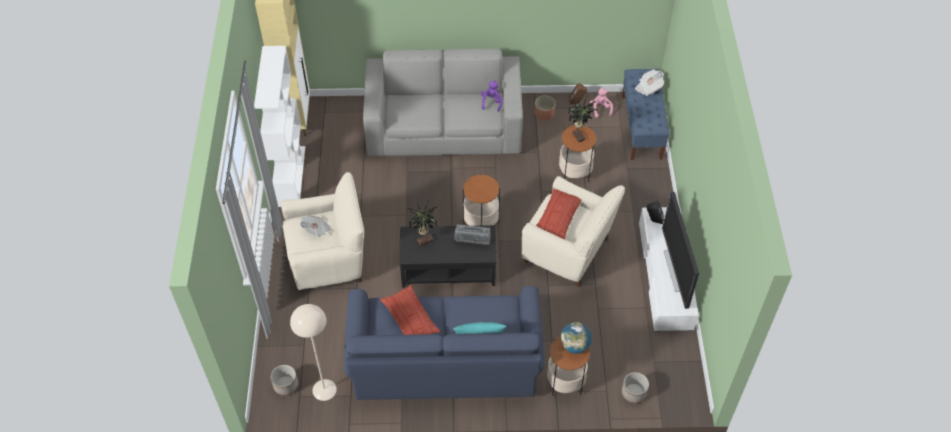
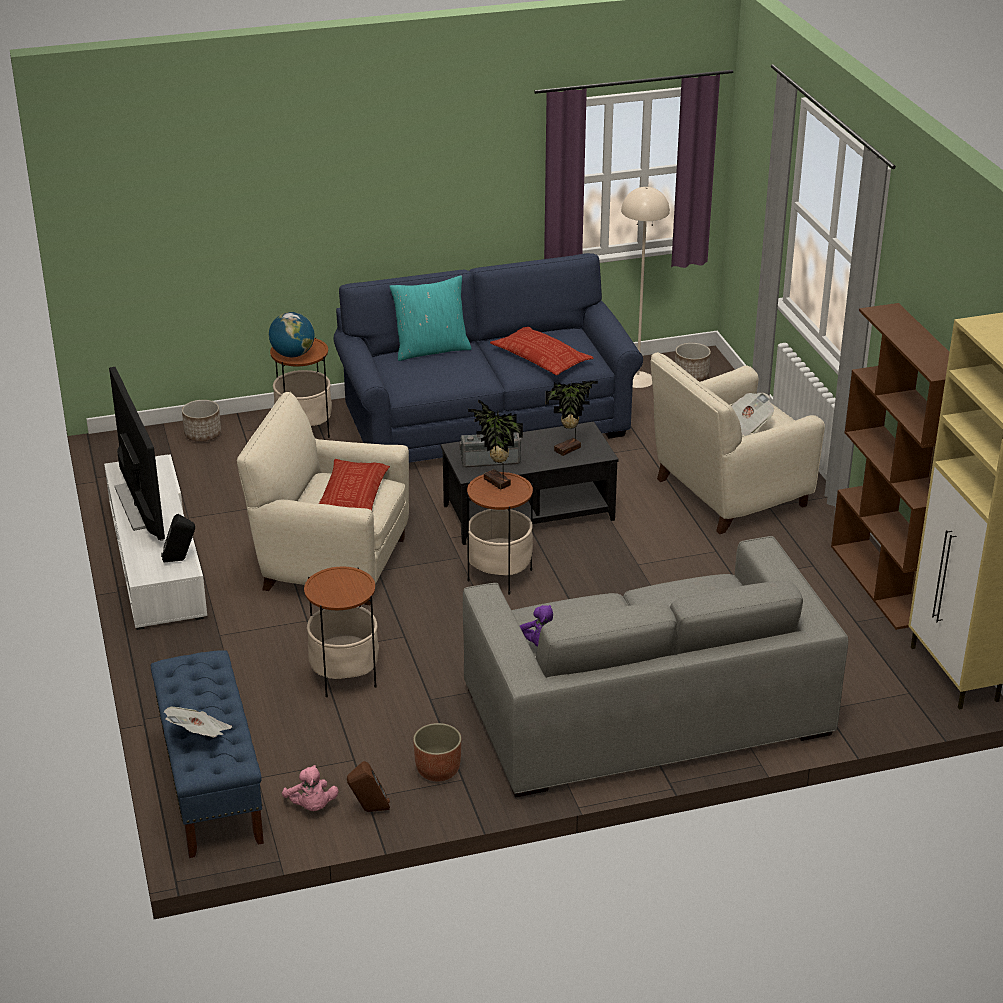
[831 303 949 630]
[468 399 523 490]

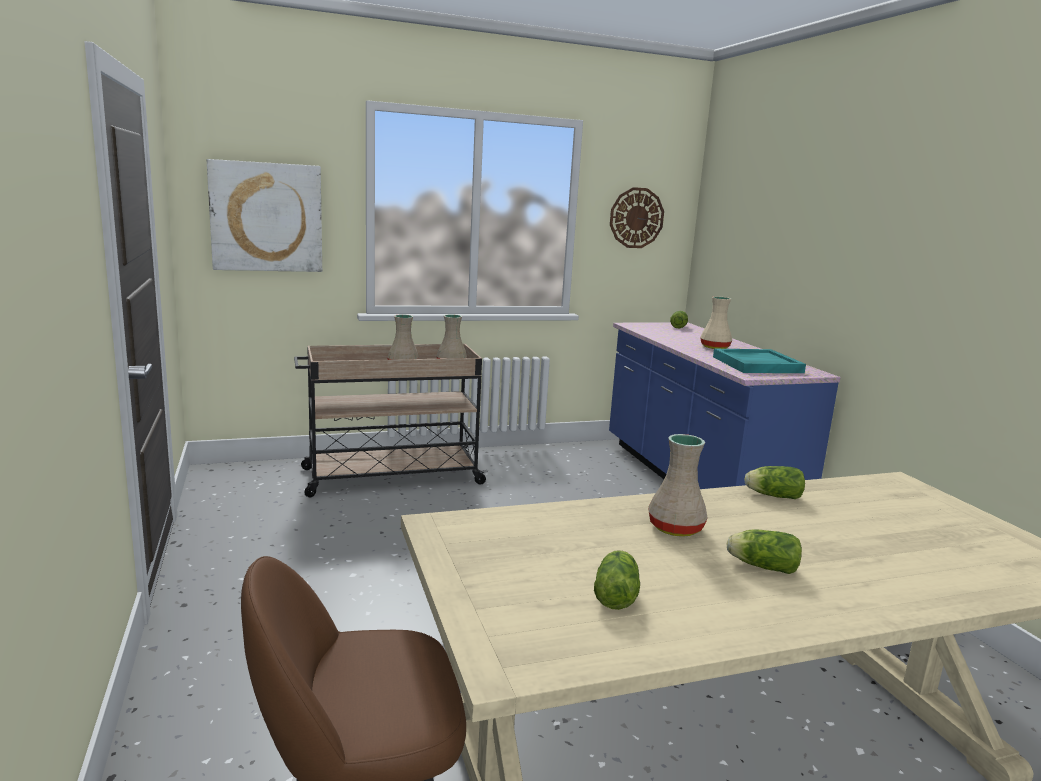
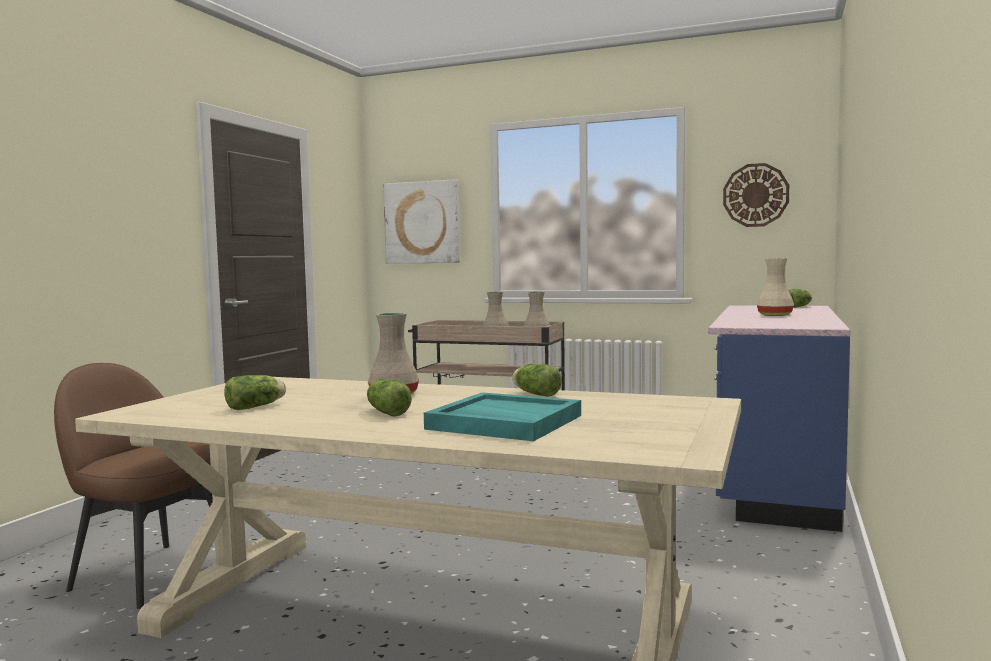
[424 392 581 441]

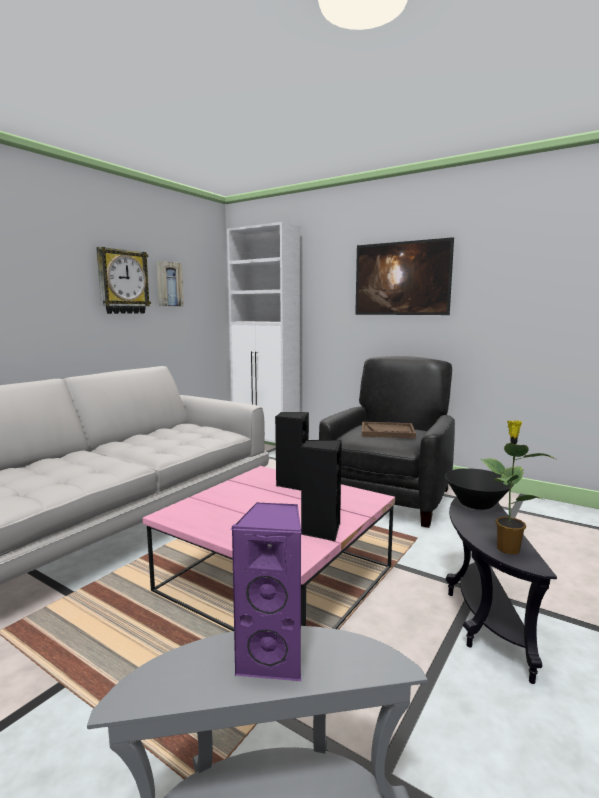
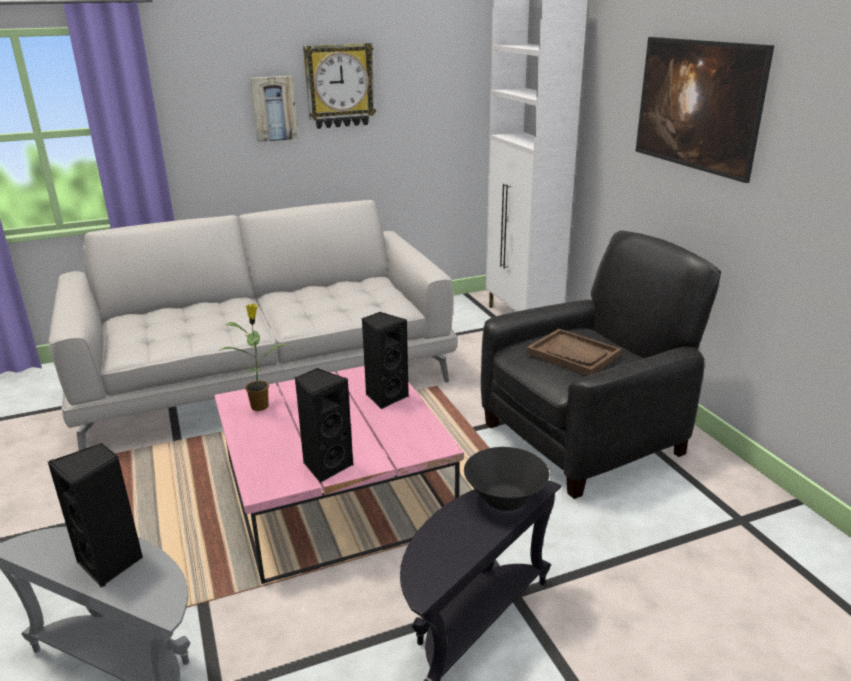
[250 76 298 142]
[48 443 143 588]
[218 304 288 411]

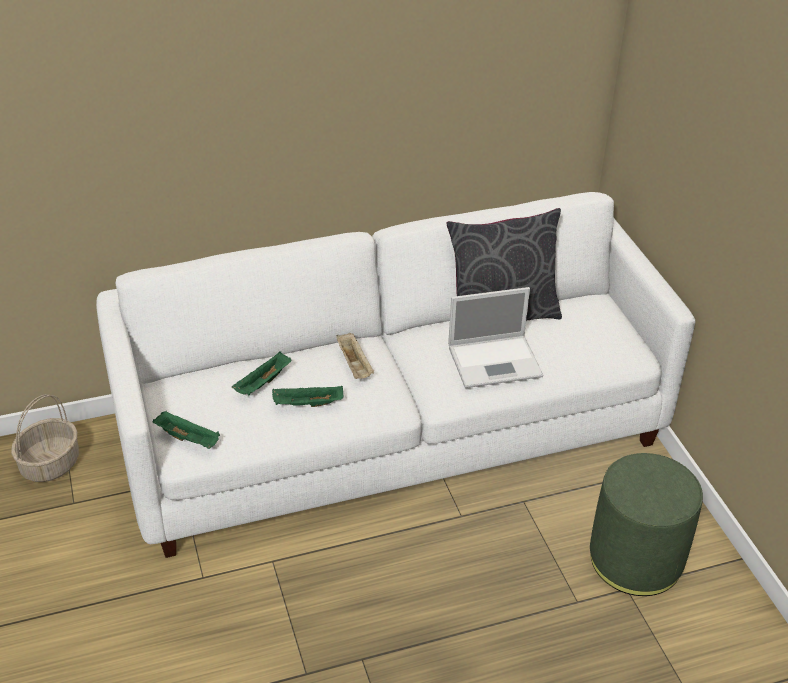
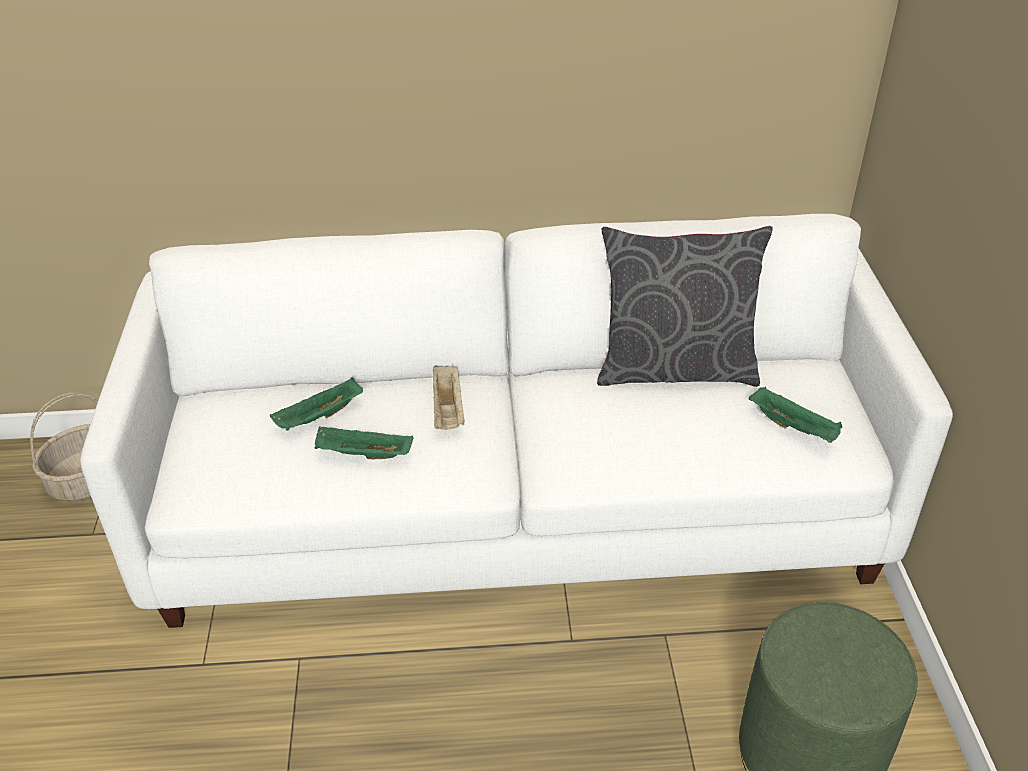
[749 387 842 443]
[448 287 543 388] (first image)

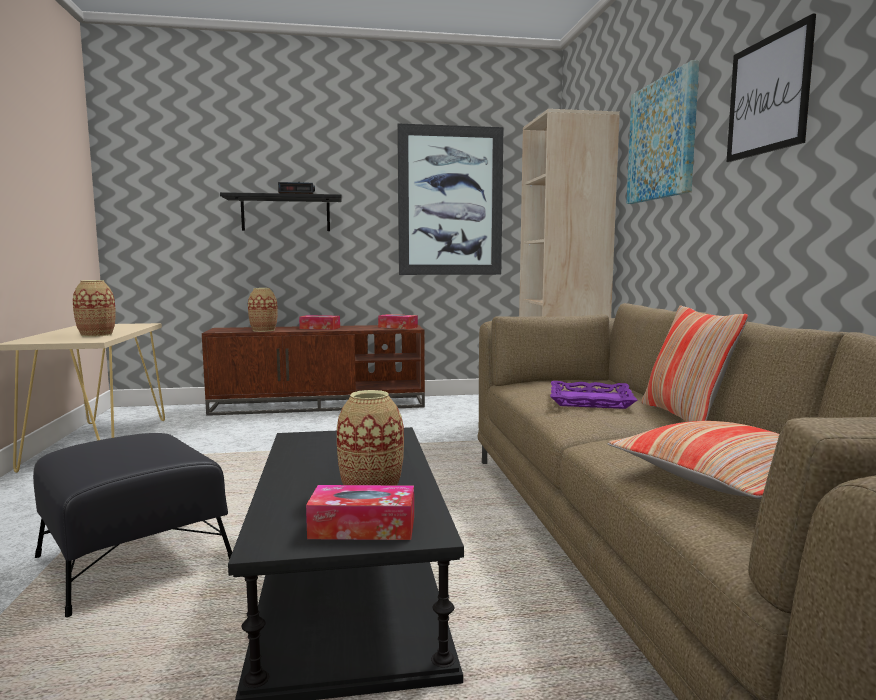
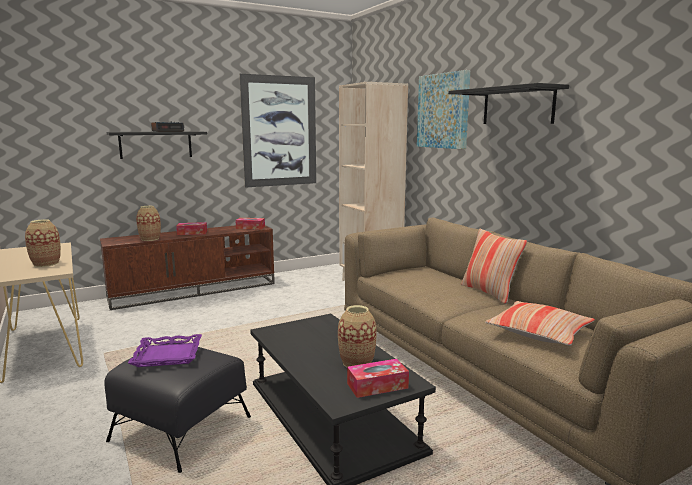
[128 334 202 367]
[448 83 569 124]

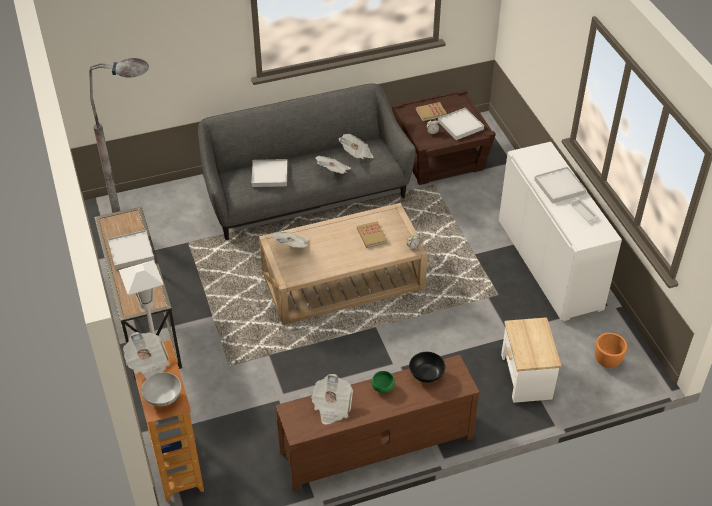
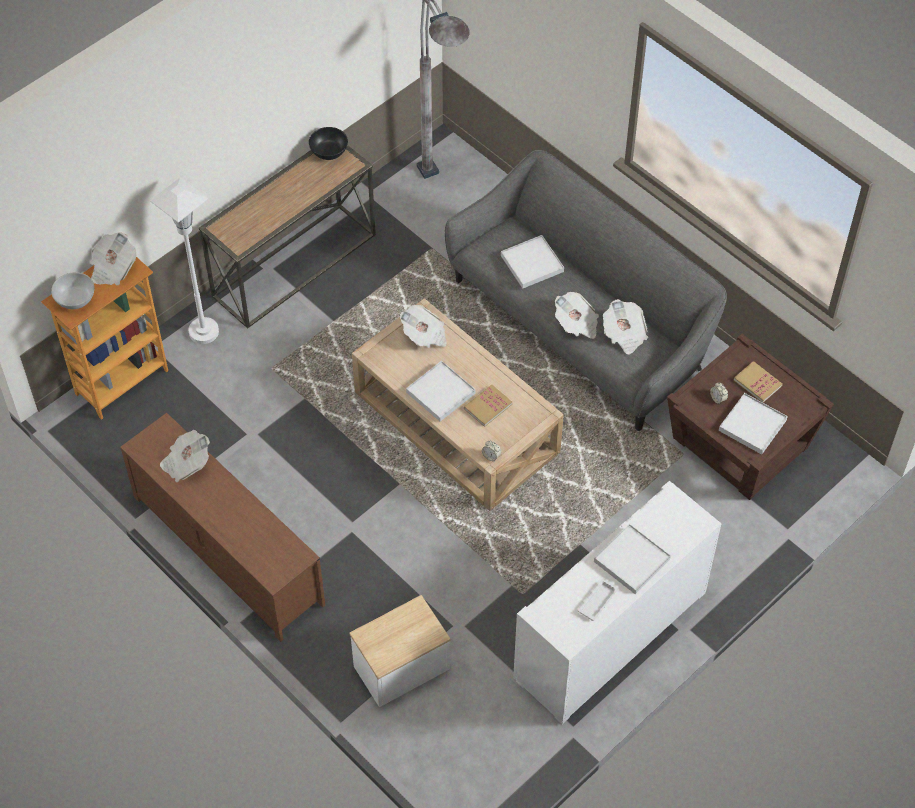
[406 361 475 422]
[372 371 395 393] (first image)
[309 127 348 160]
[595 333 627 368] (first image)

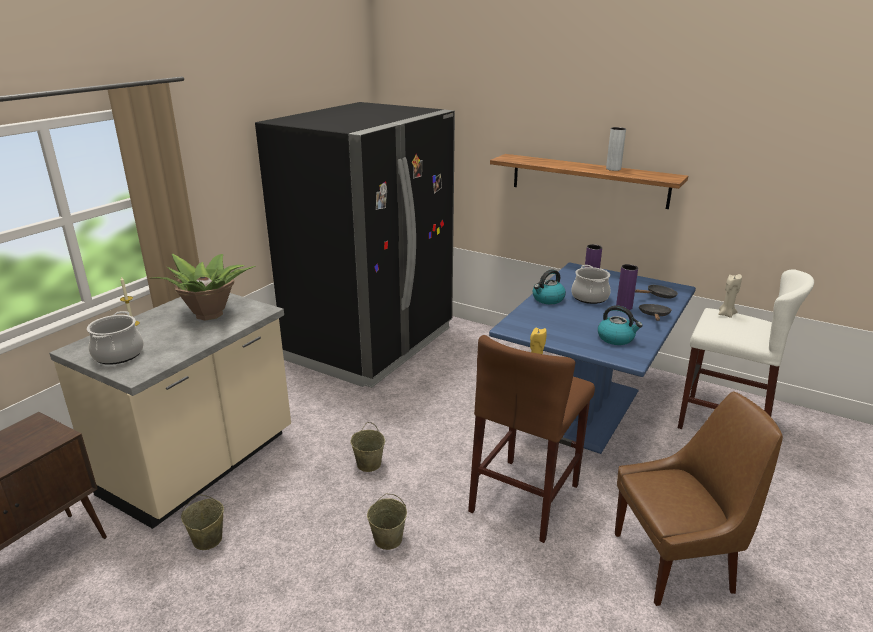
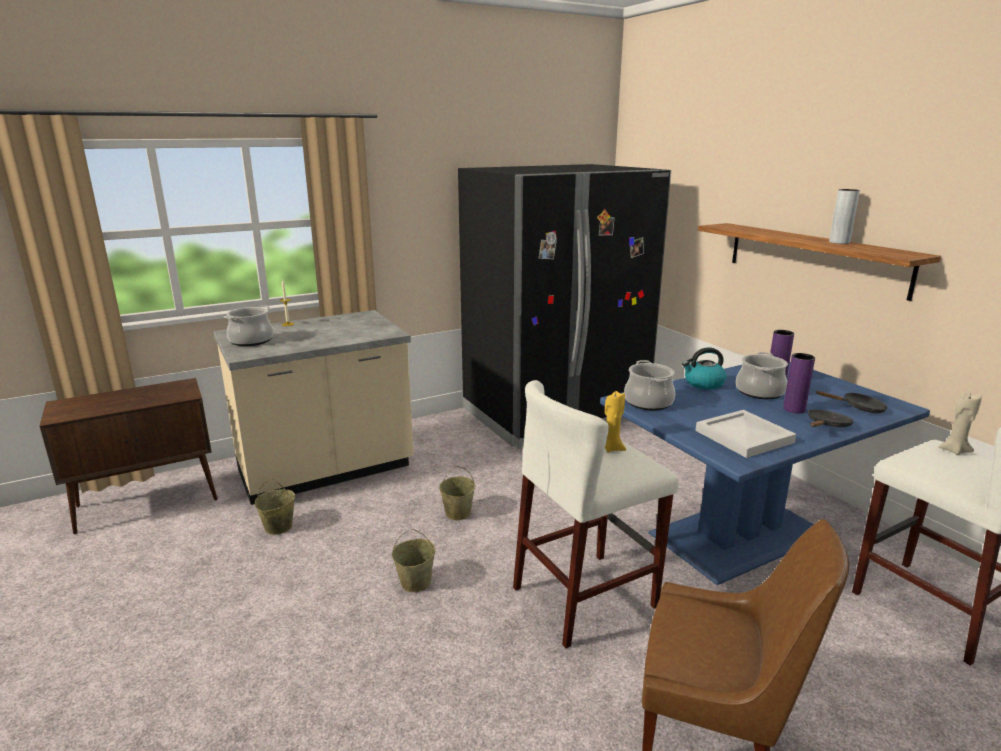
[153 254 256 321] (first image)
[513 380 679 648]
[696 410 796 458]
[624 360 675 410]

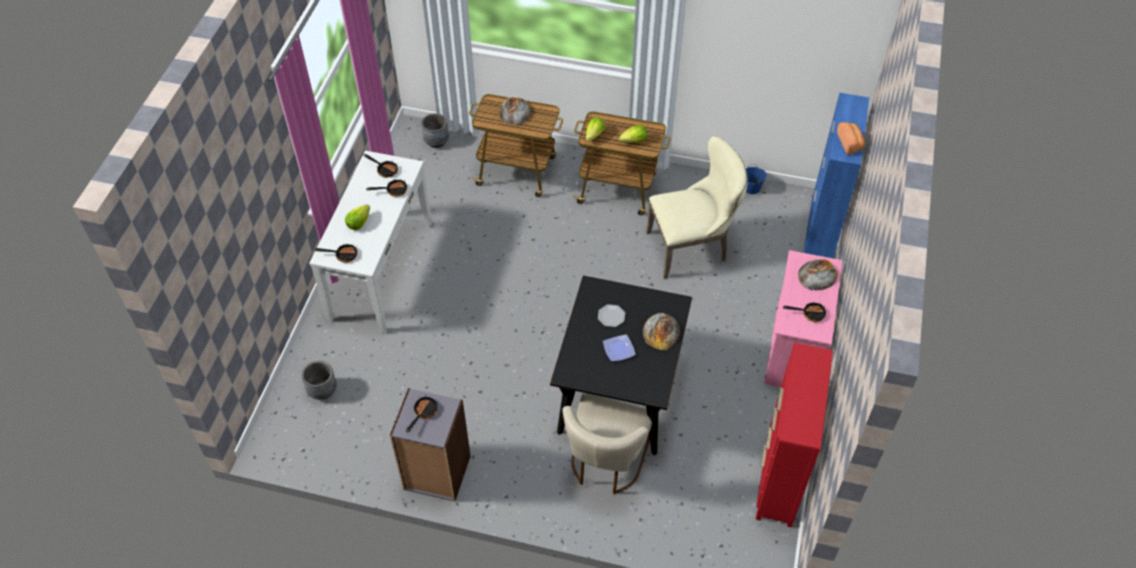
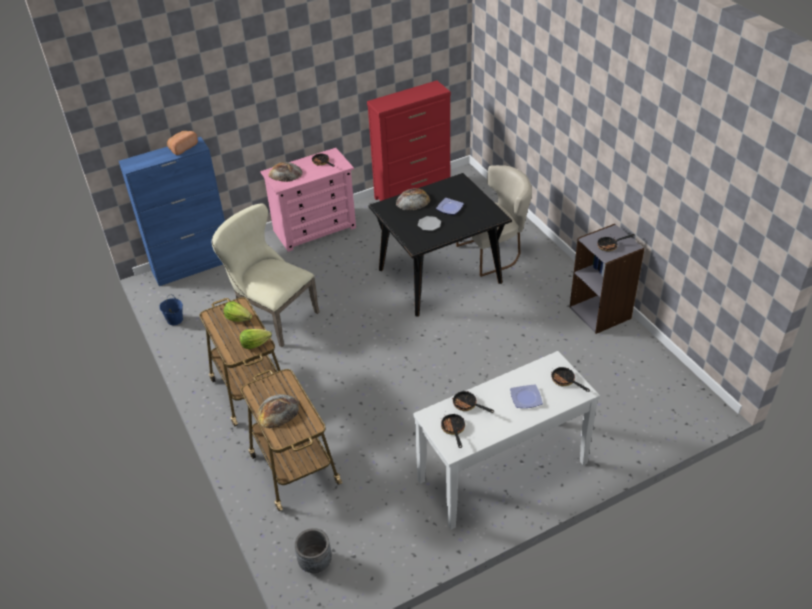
[302 361 337 400] (first image)
[510 384 543 408]

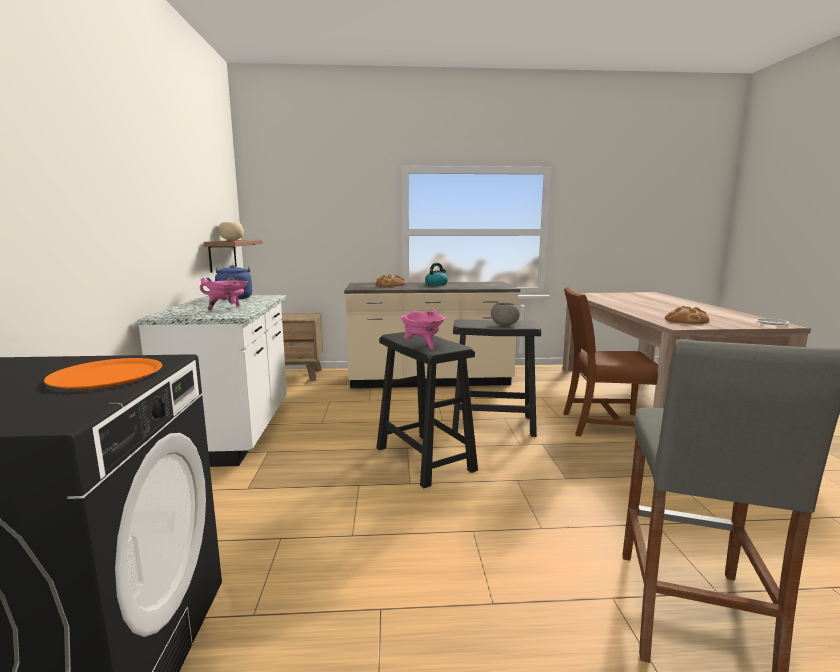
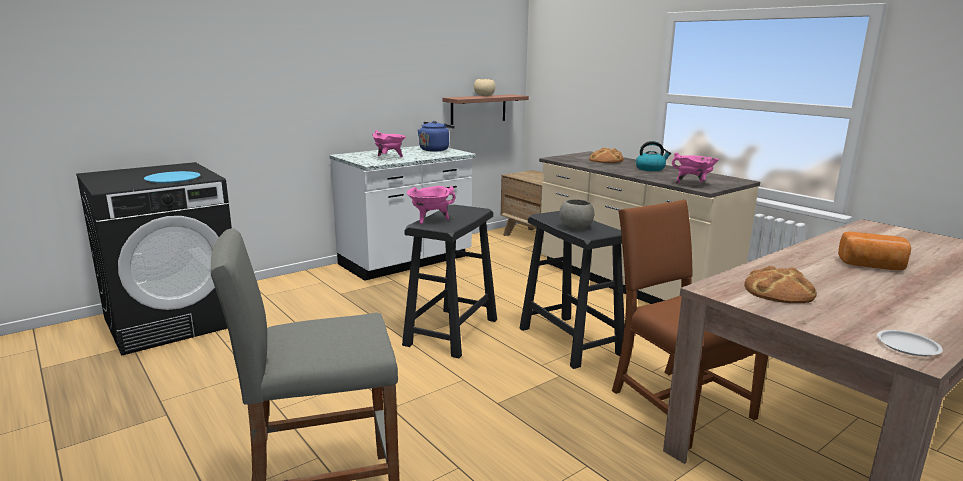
[144 171 200 183]
[672 153 719 184]
[838 232 911 270]

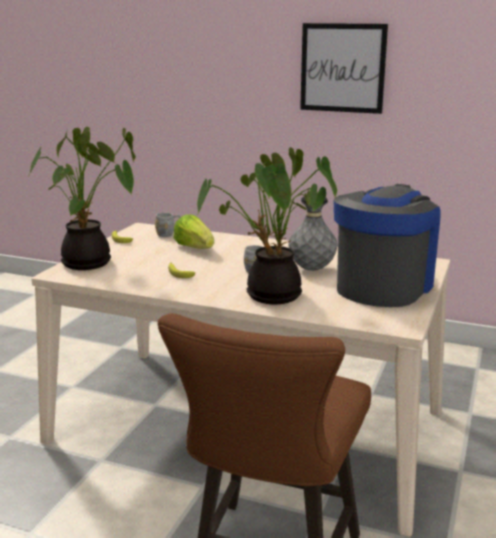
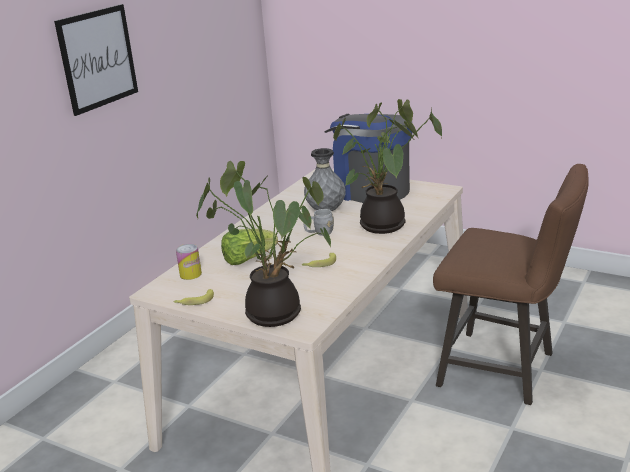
[176 244 202 280]

